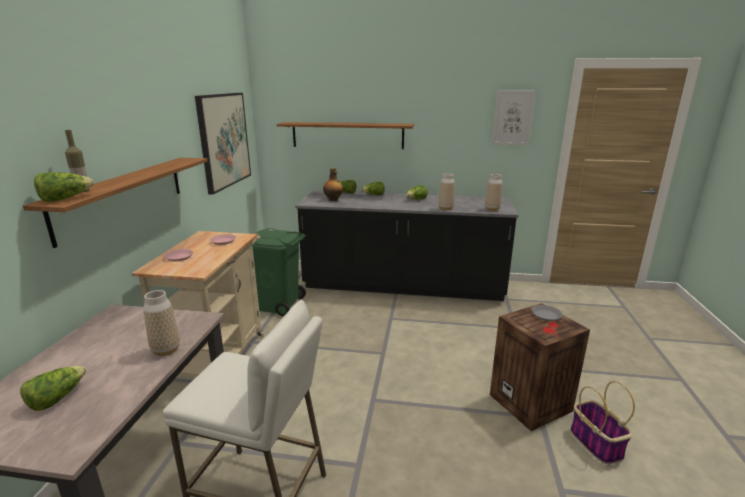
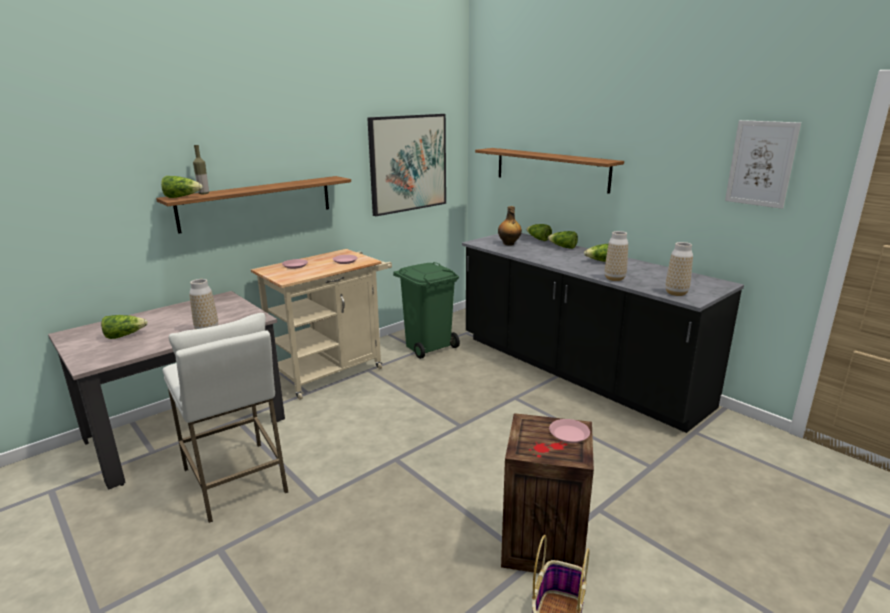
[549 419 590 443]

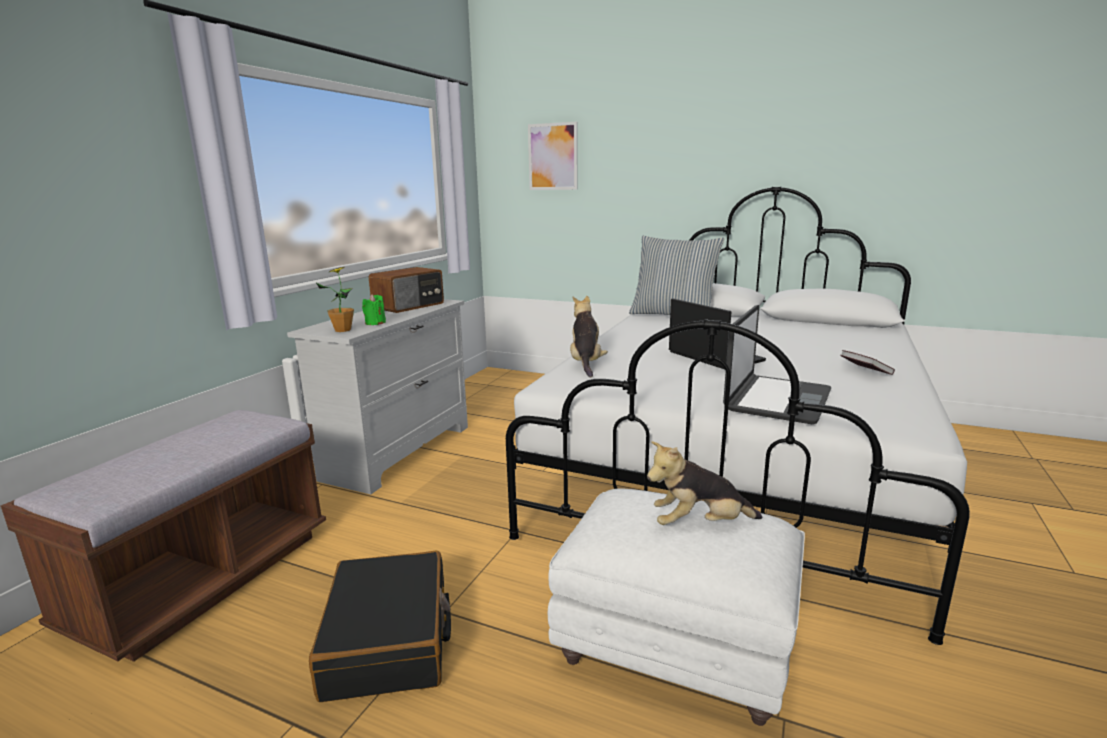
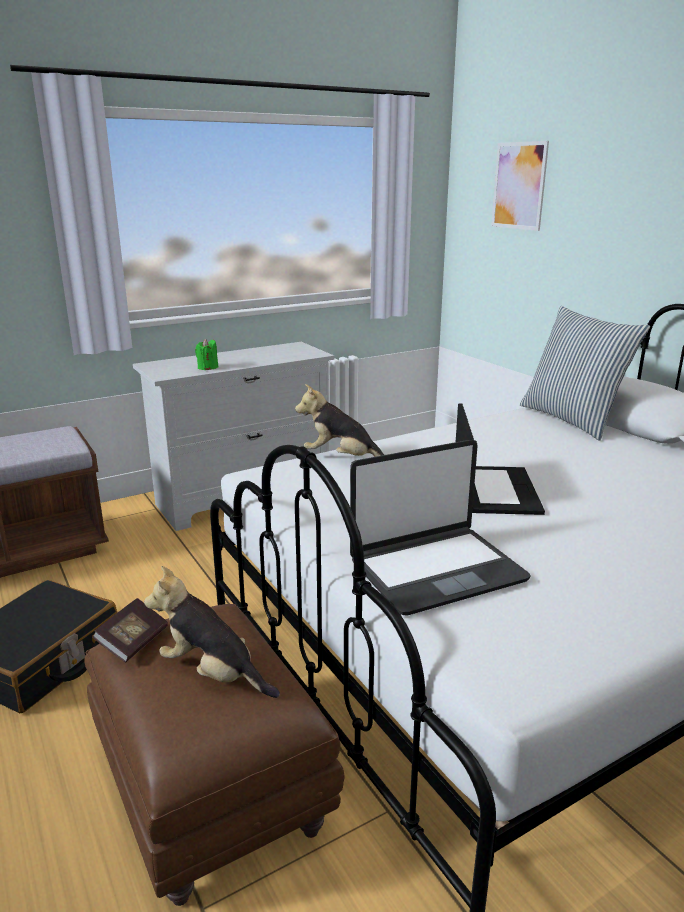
[316 267 354 332] (first image)
[368 267 444 313] (first image)
[84 604 344 906]
[295 384 384 457]
[92 598 168 662]

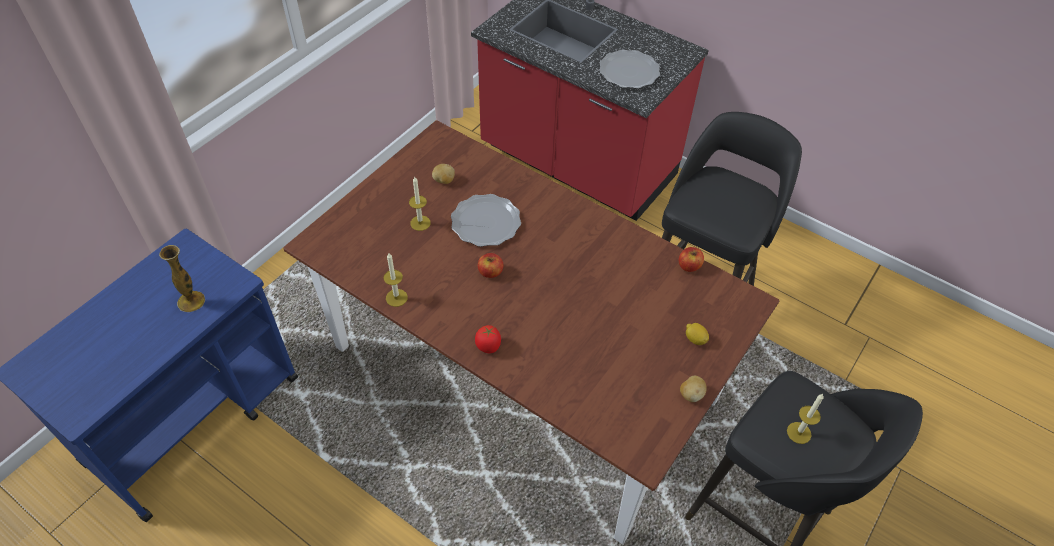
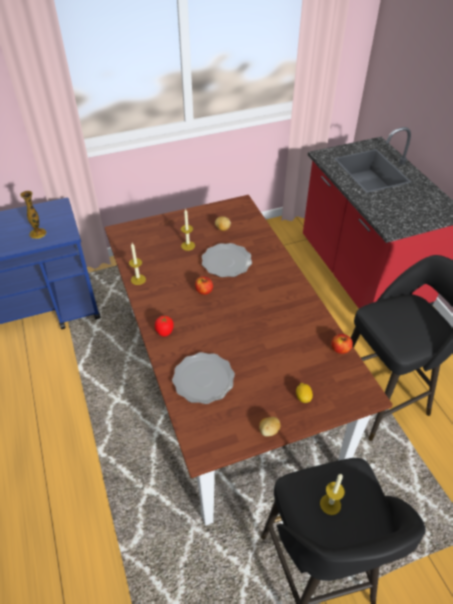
[172 352 235 404]

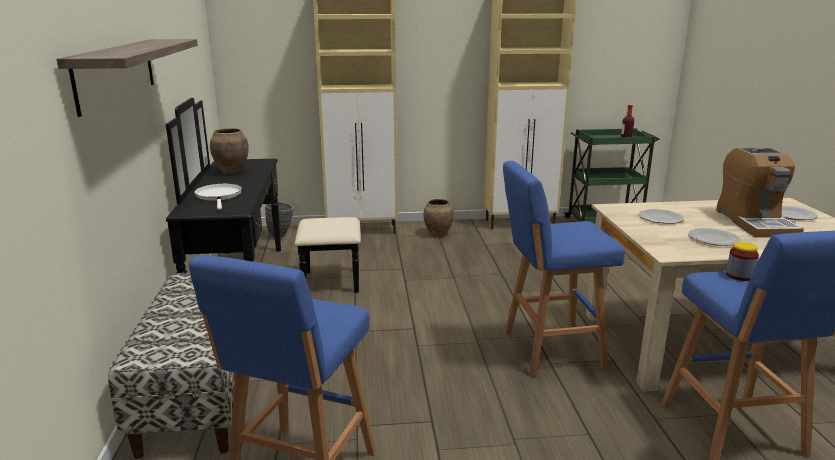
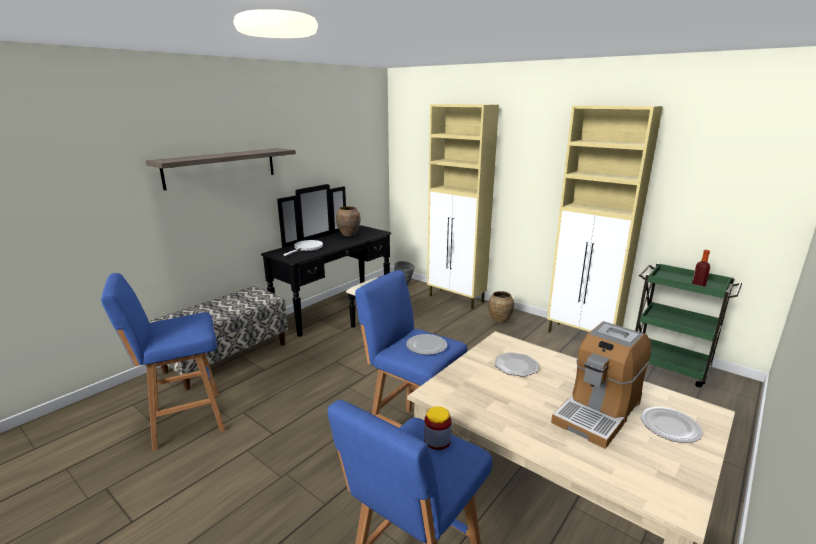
[406 334 447 355]

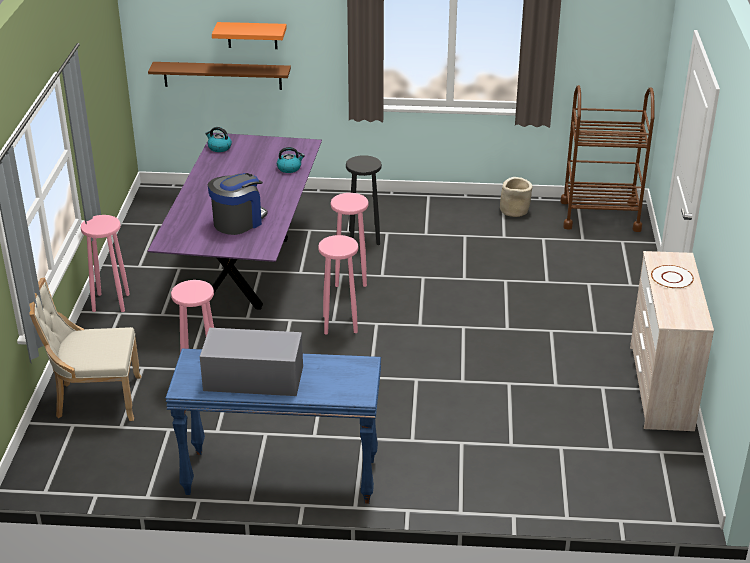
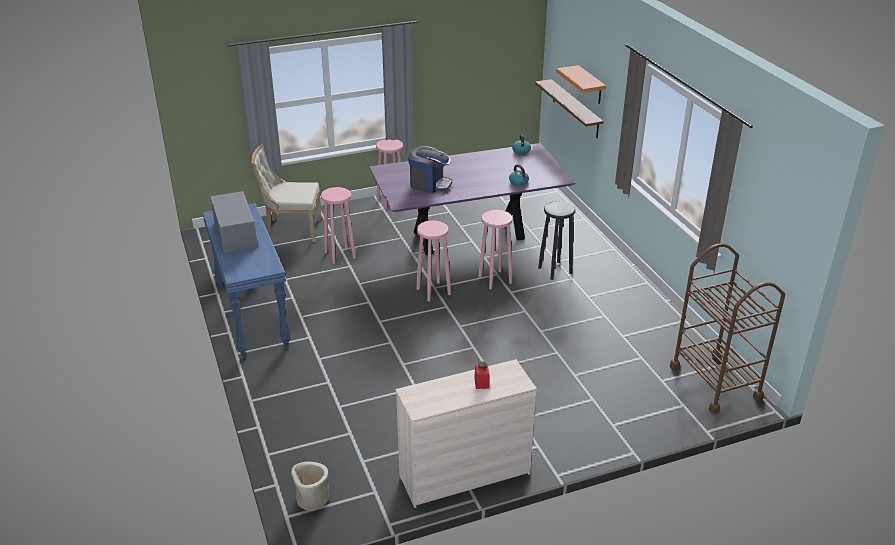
[251 144 322 242]
[291 462 329 511]
[474 362 490 389]

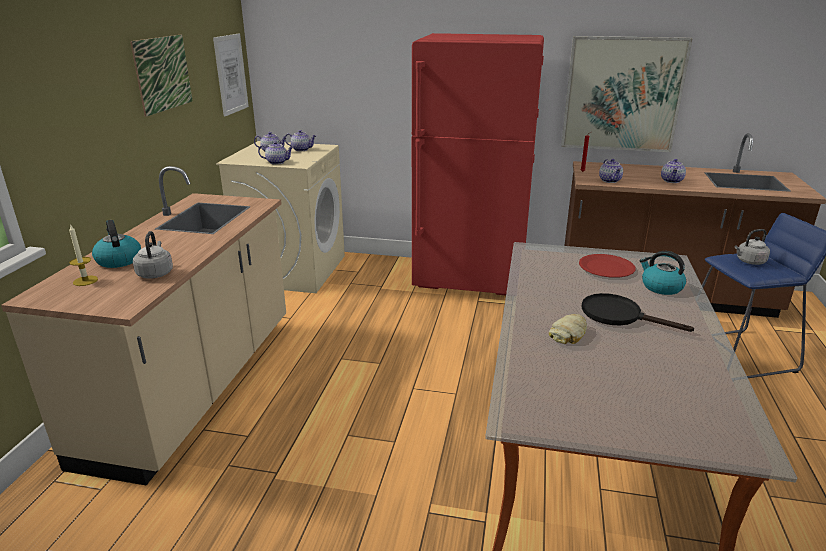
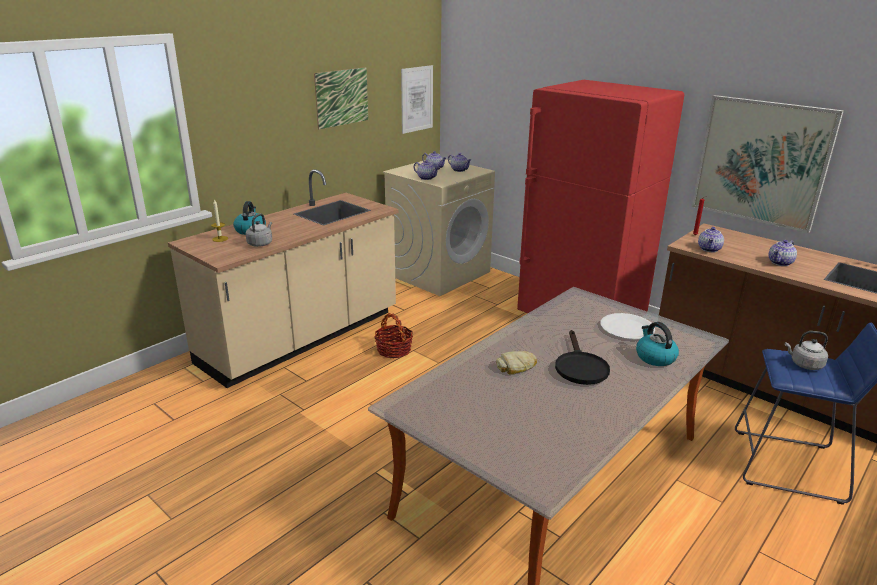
[600 313 655 340]
[555 330 610 385]
[374 313 413 358]

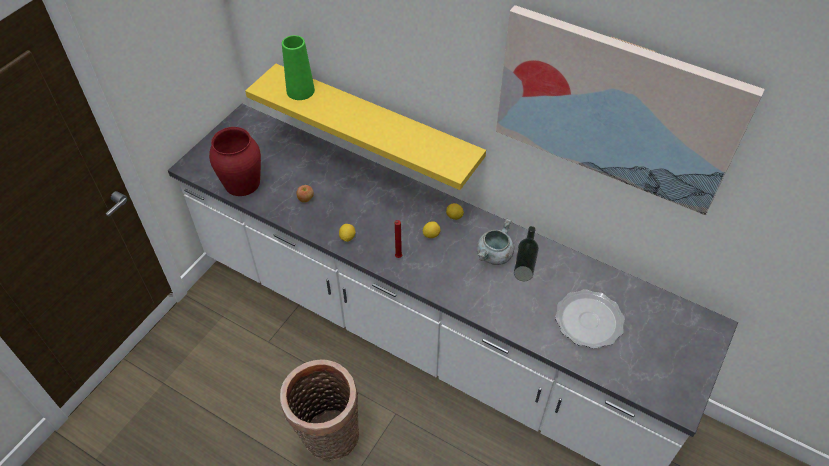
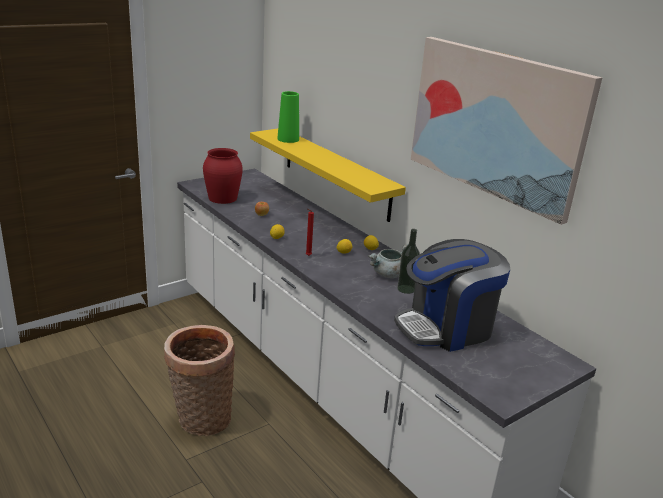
[394 239 511 352]

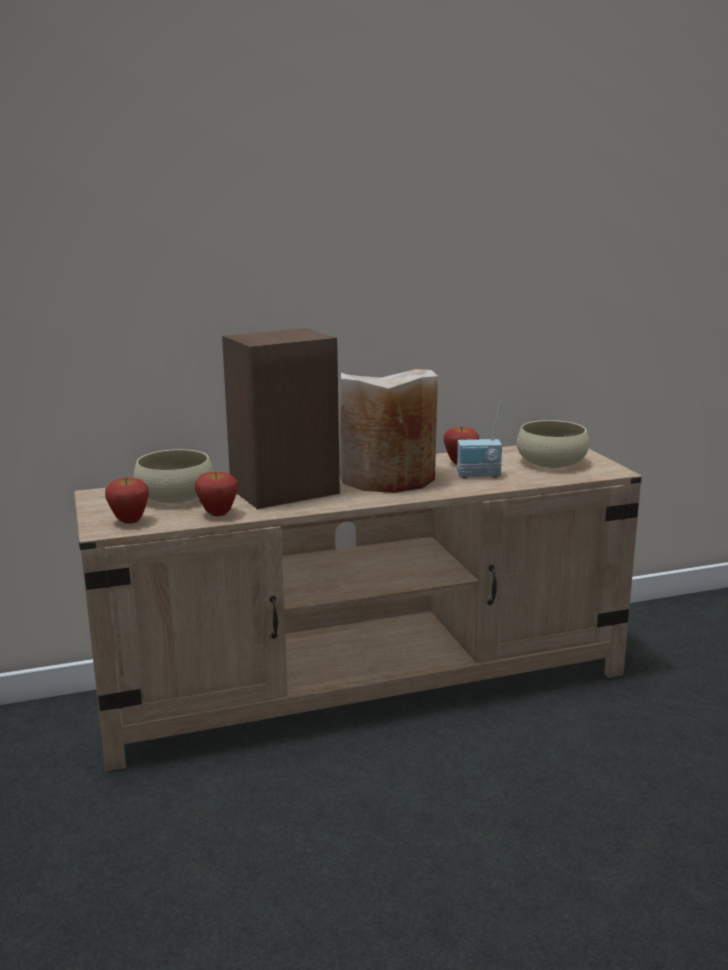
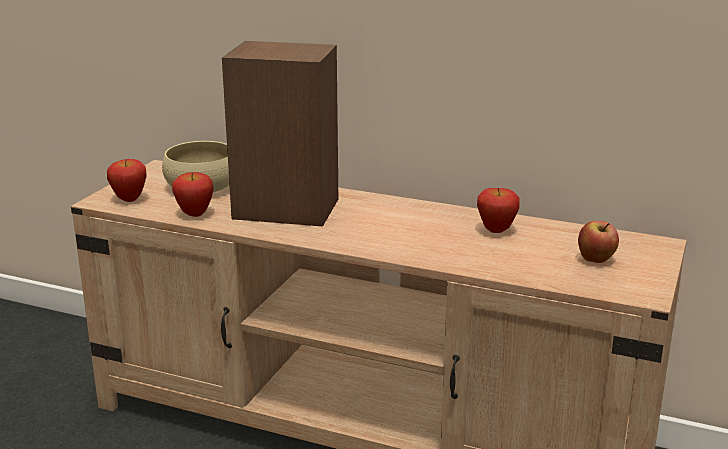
[339 369 438 493] (first image)
[457 402 502 478] (first image)
[578 221 619 263]

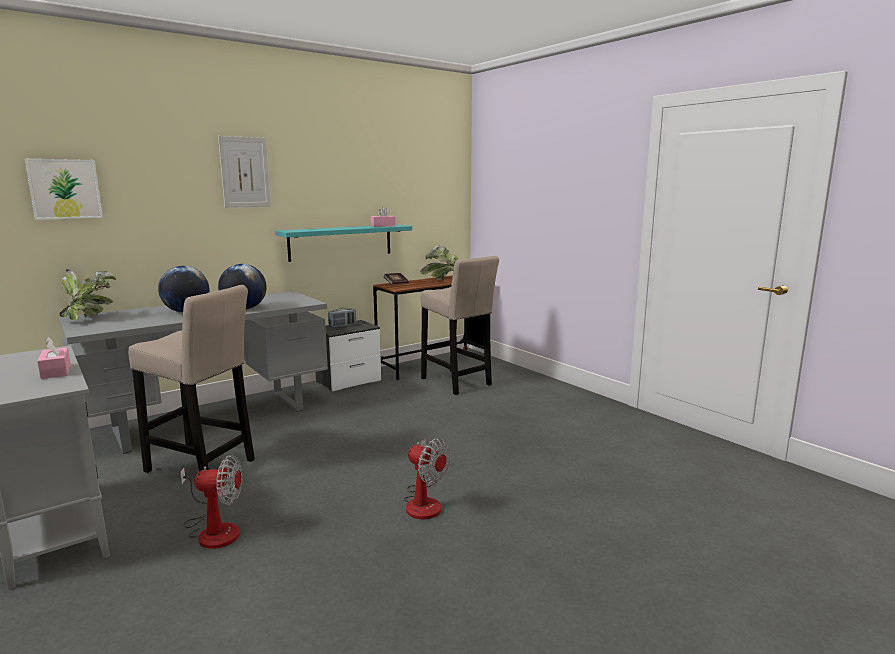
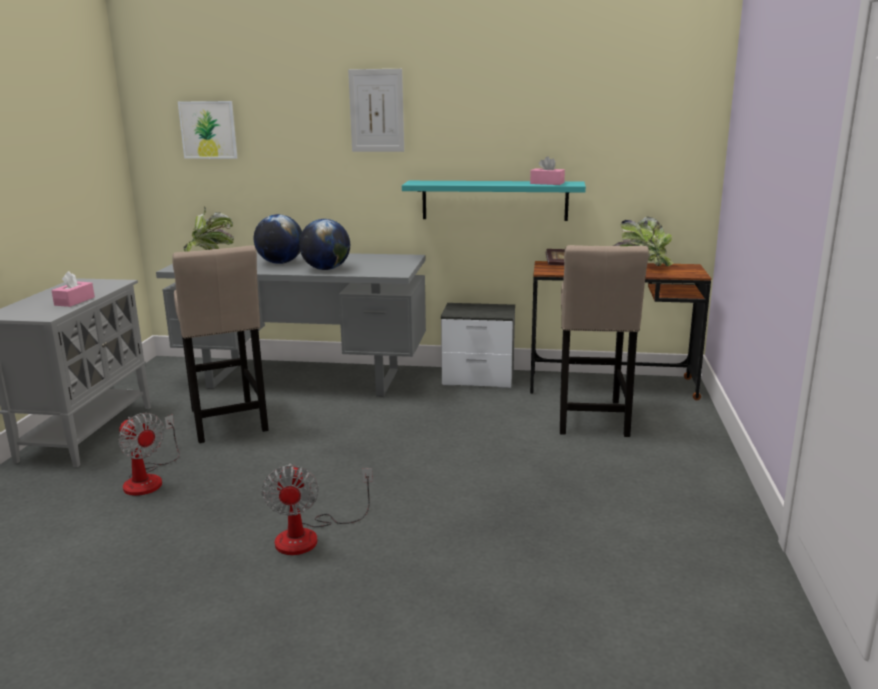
[328 308 356 328] (first image)

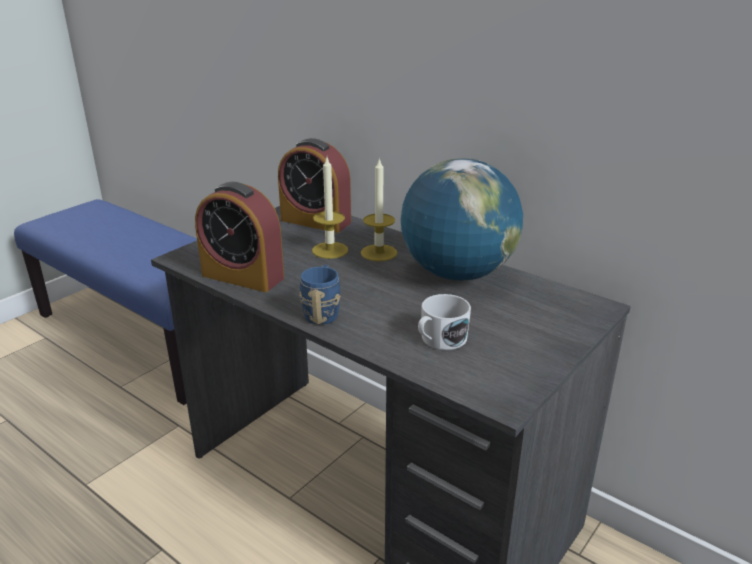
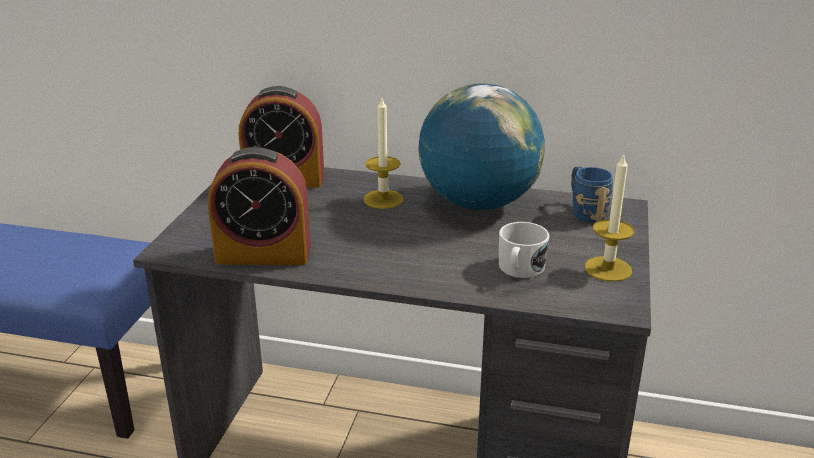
[571 166 613 222]
[585 154 635 282]

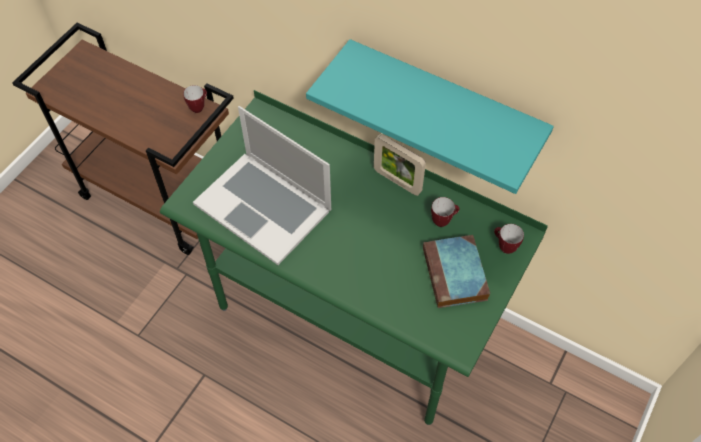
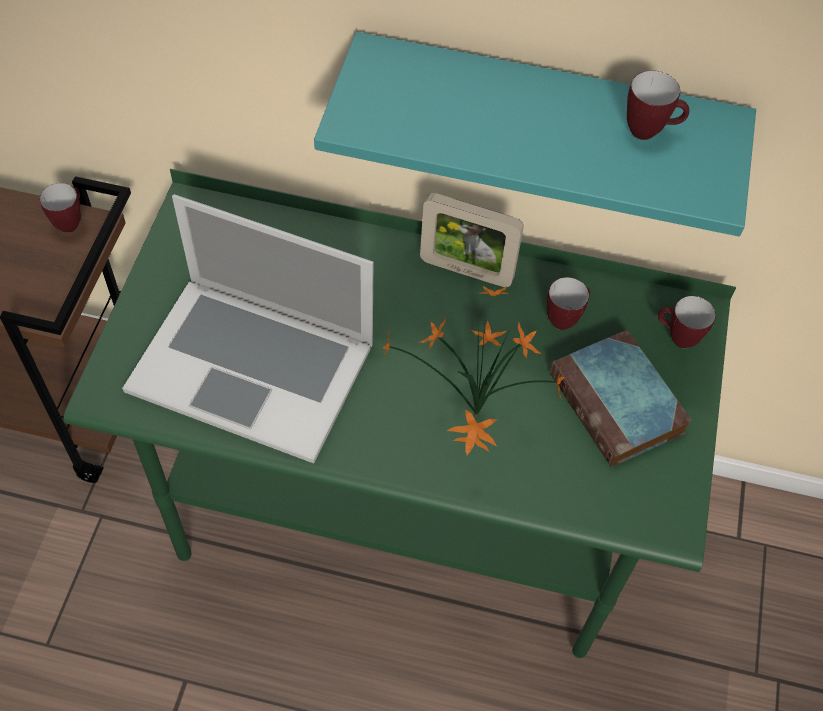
[381 286 564 455]
[627 70 689 140]

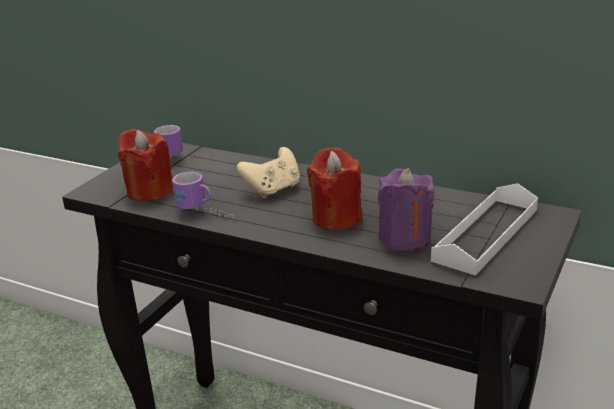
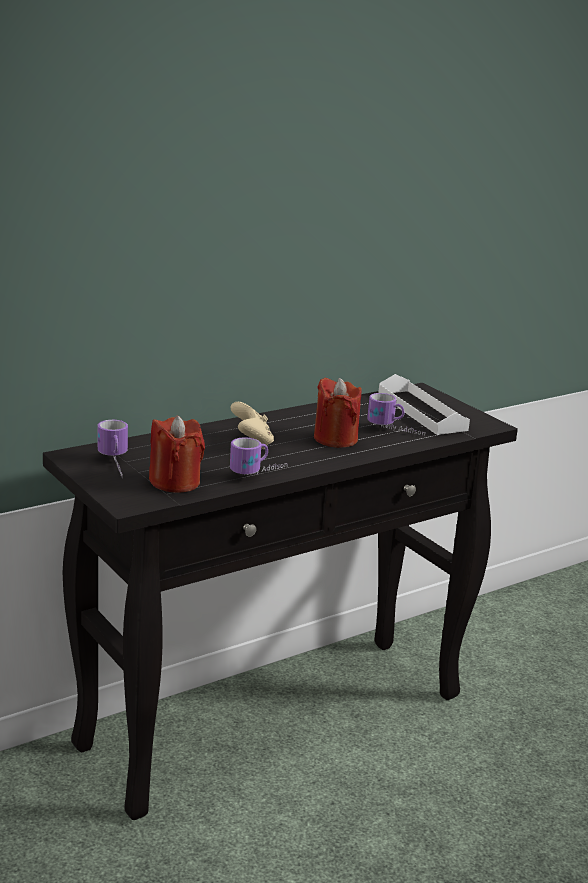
[367 393 425 436]

